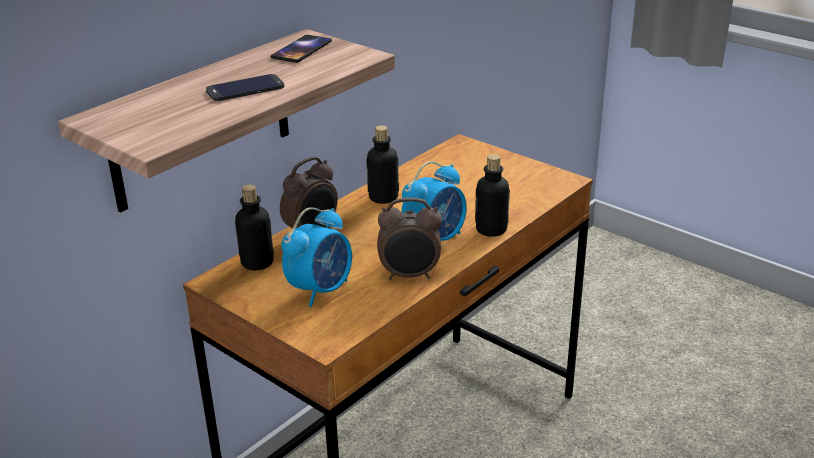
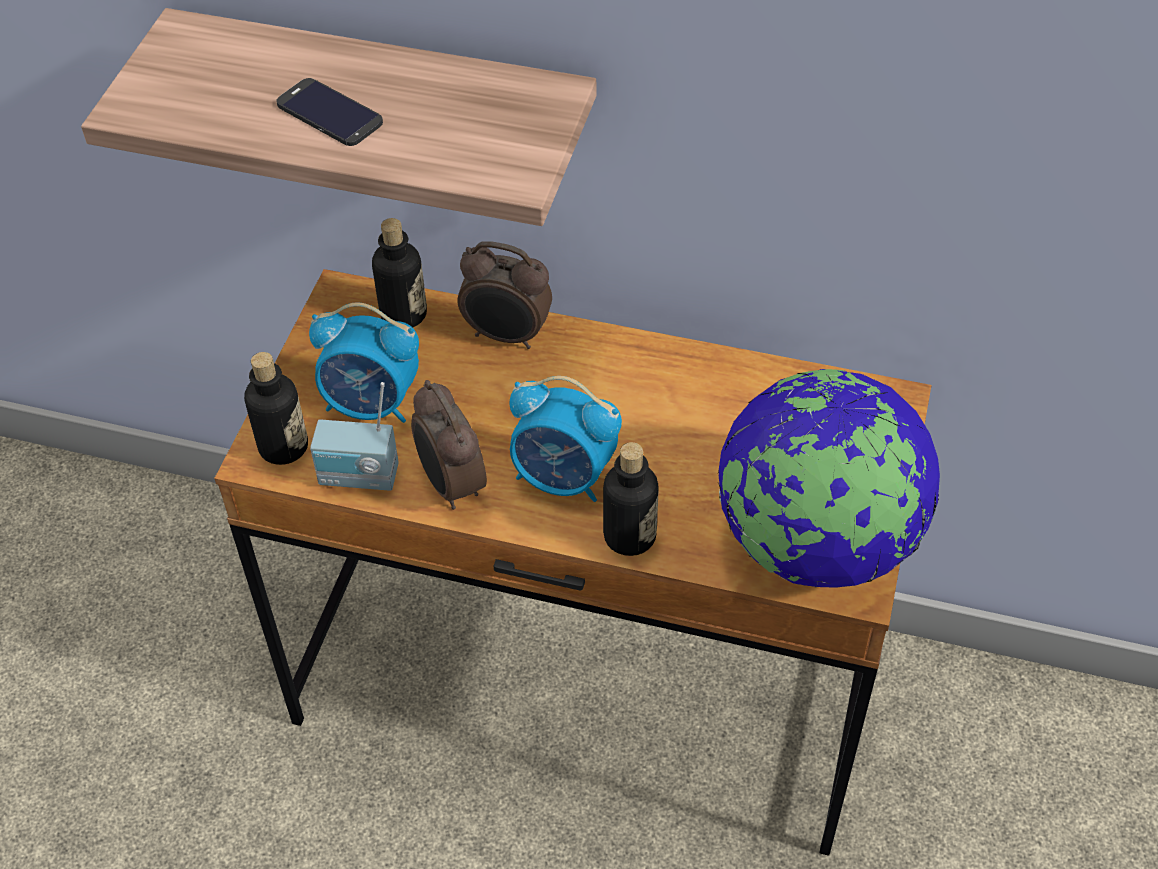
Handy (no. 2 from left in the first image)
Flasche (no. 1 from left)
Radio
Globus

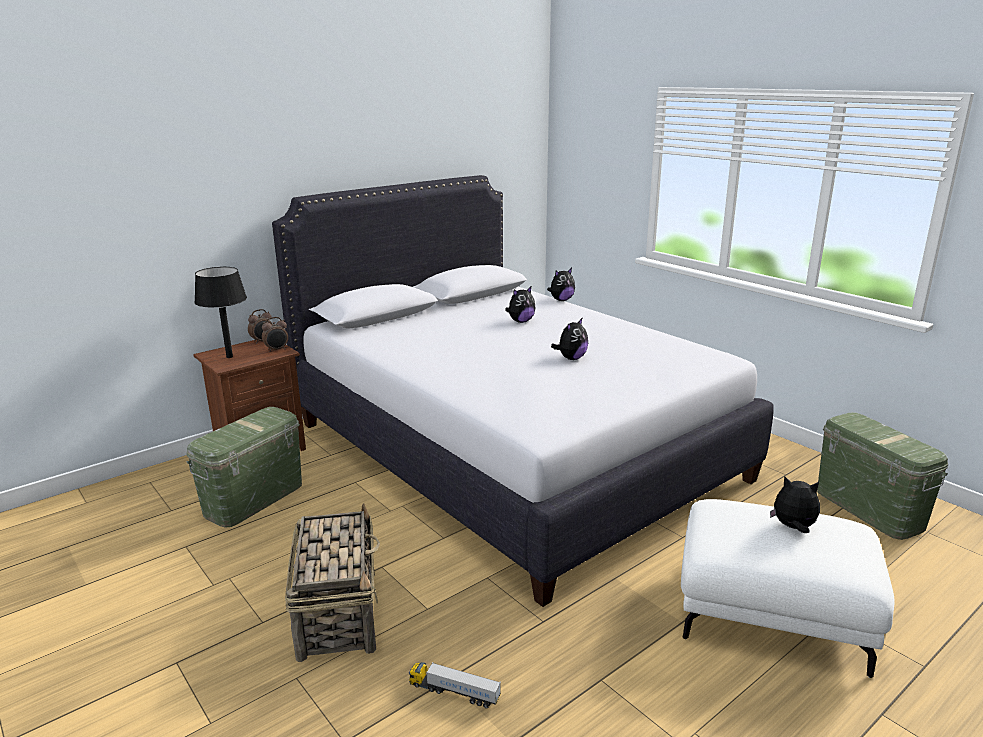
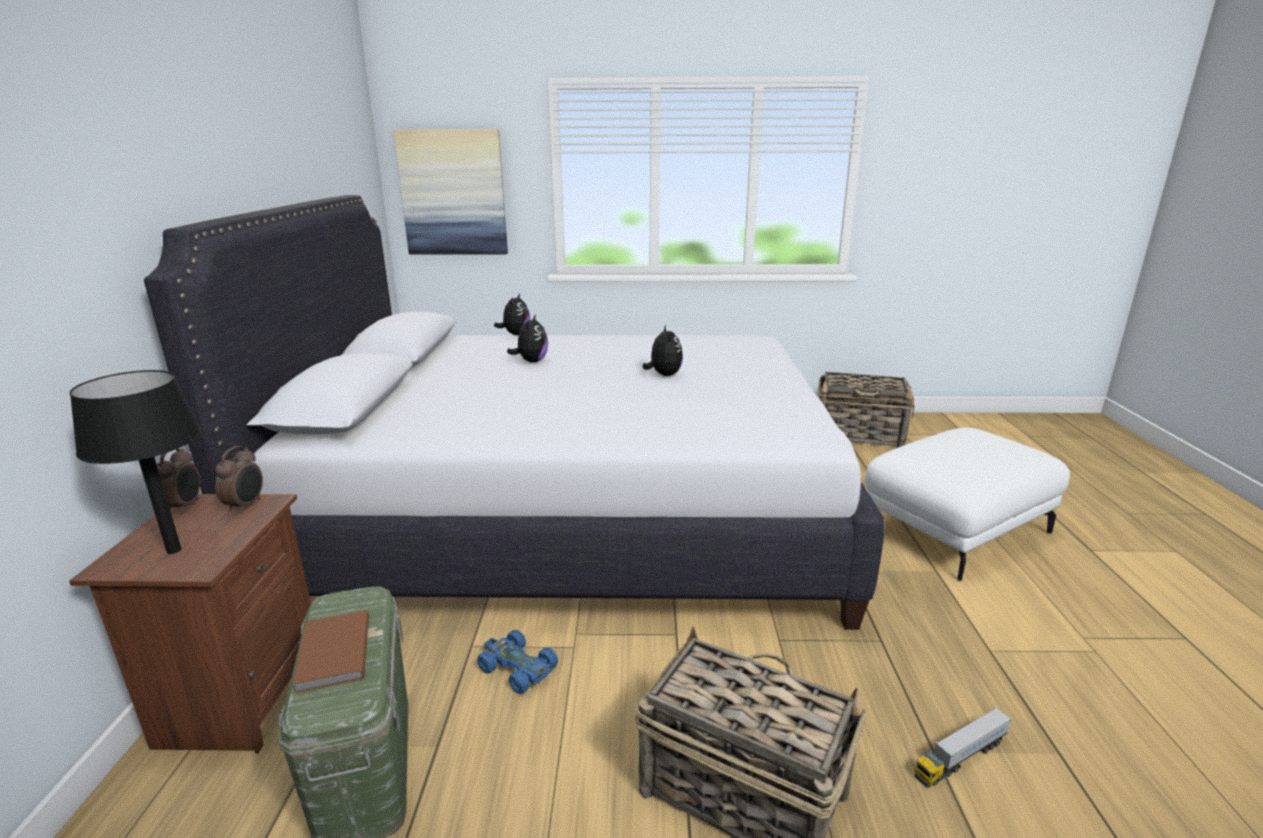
Plüschtier (no. 4 from left in the first image)
Korb (no. 2 from left)
Buch [braun]
Bild
Spielzeugauto [blau]

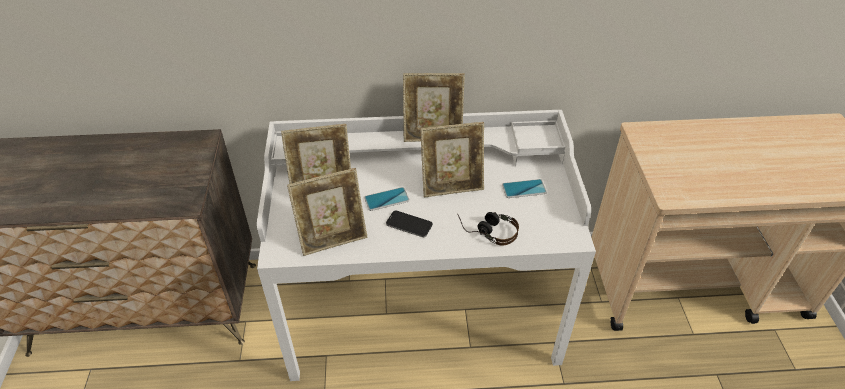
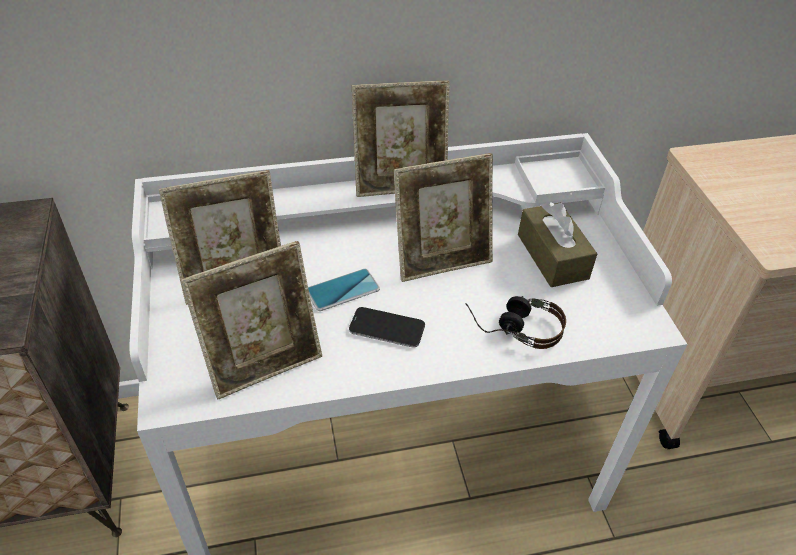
Taschentuchbox [braun]

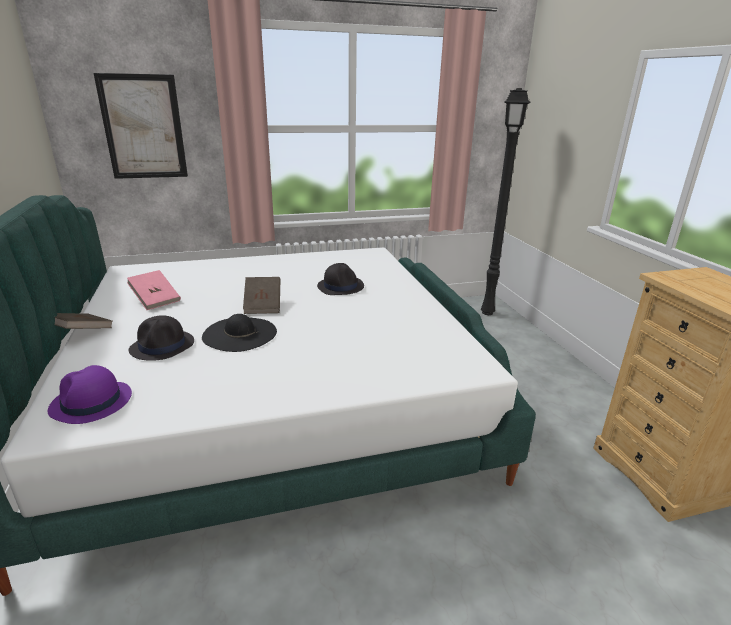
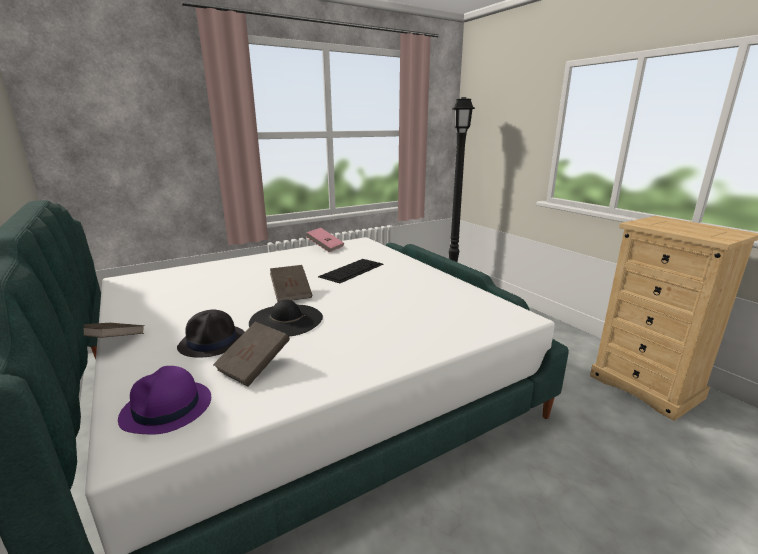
Bild
Buch [rosa]
Tastatur
Buch [braun] (no. 2 from left)

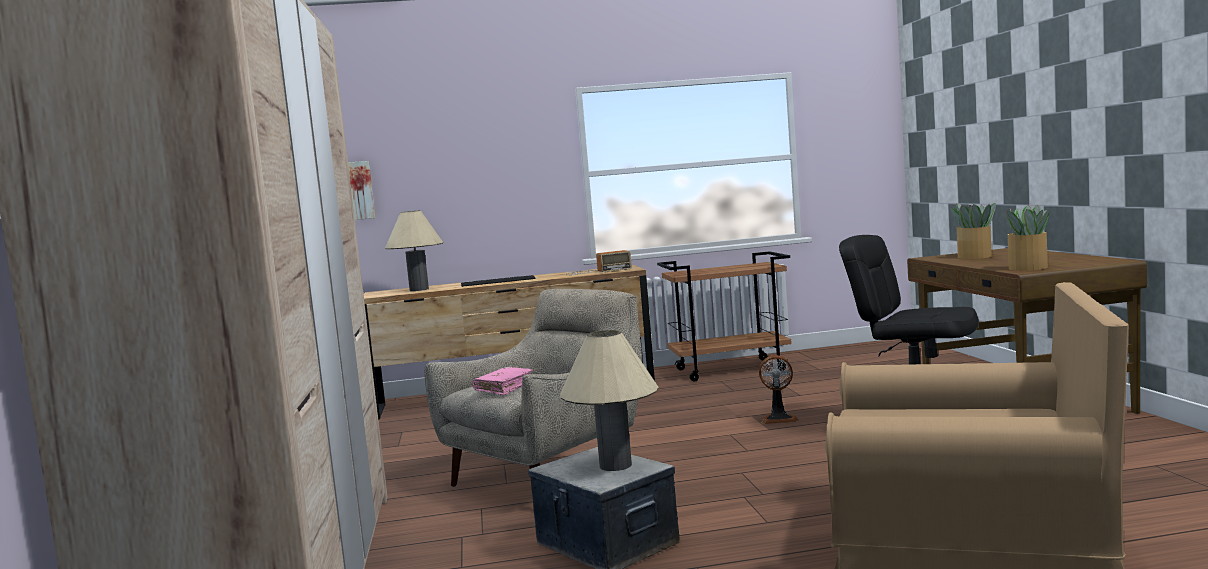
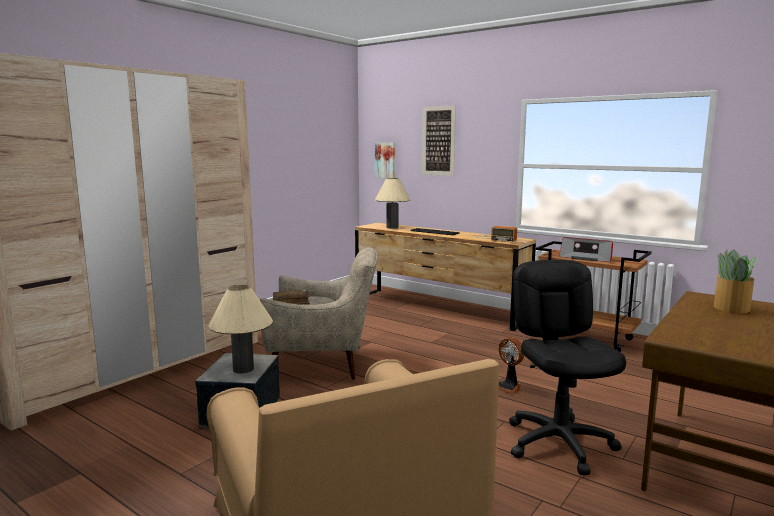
Buch [braun]
Topfpflanze (no. 2 from left in the first image)
Bild (no. 2 from left)
Radio (no. 2 from left)

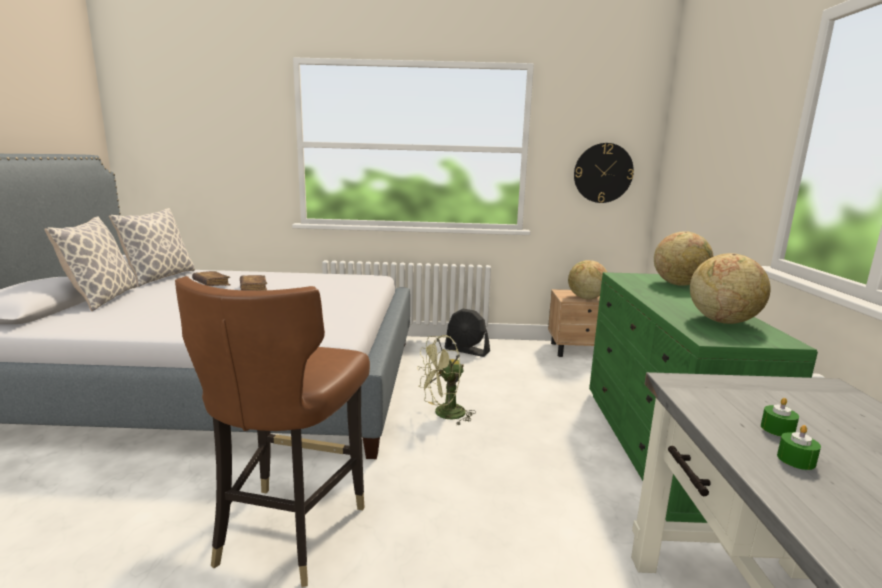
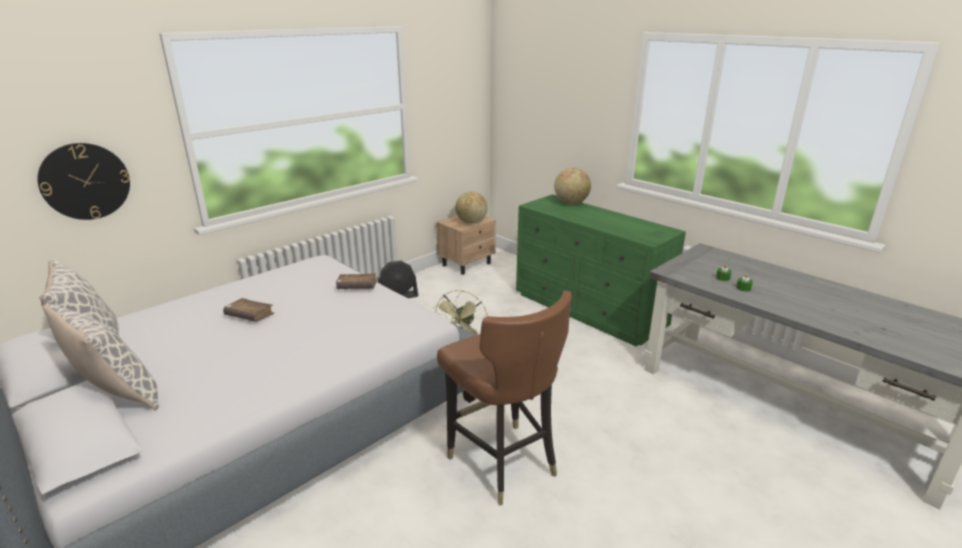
Buch [braun] (no. 2 from left)
Wanduhr
Globus (no. 3 from left in the first image)

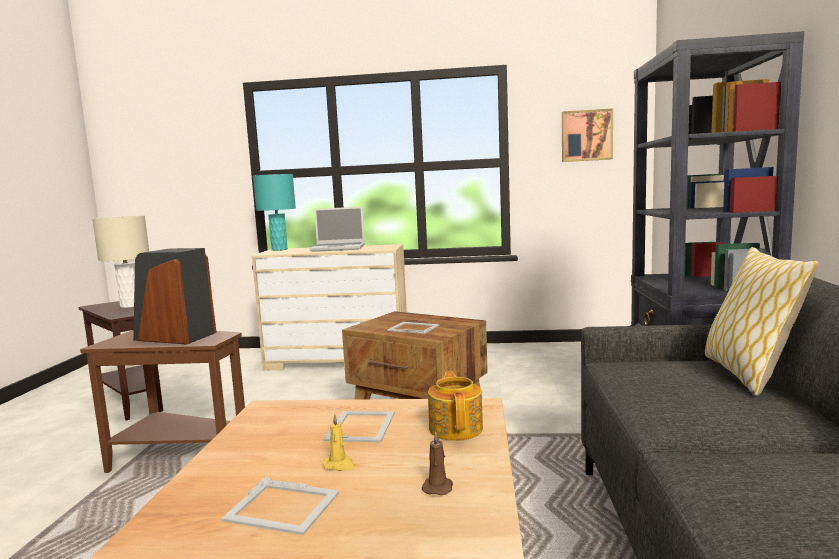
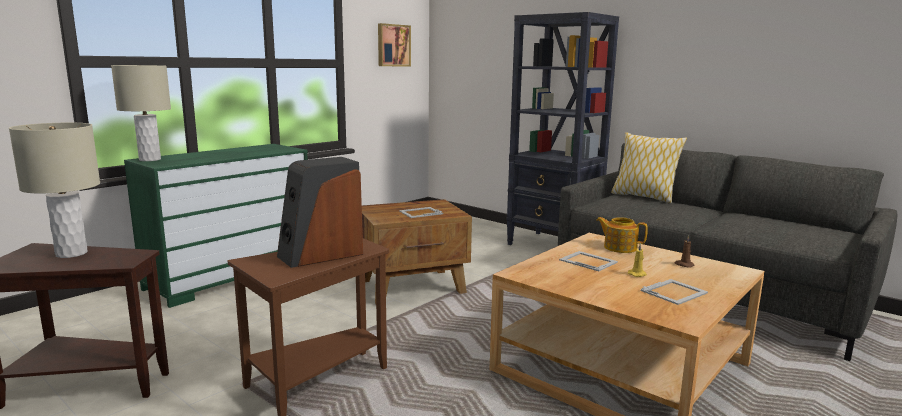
Kommode [grün]
Tischlampe [beige] (no. 2 from left)
Laptop

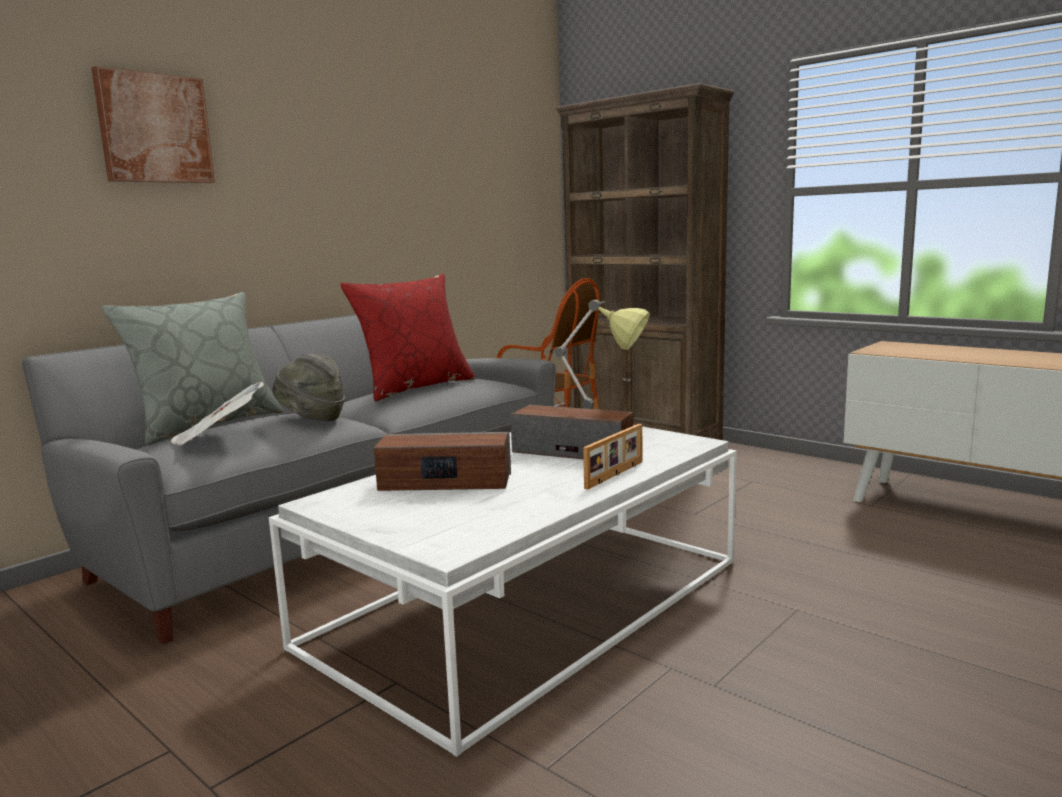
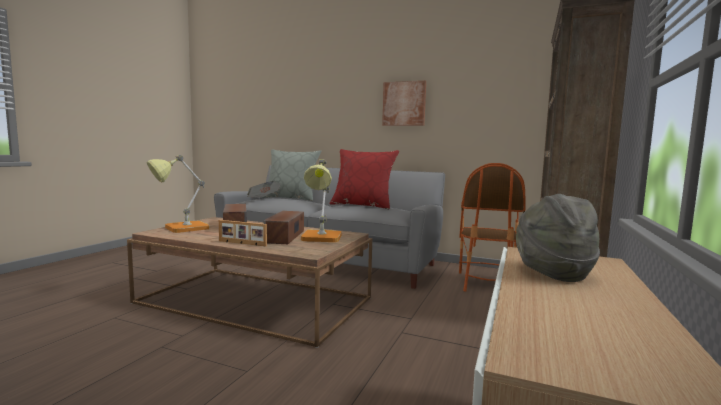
Bild
Couchtisch [braun]
Hut [grau]
Tischlampe (no. 1 from left)

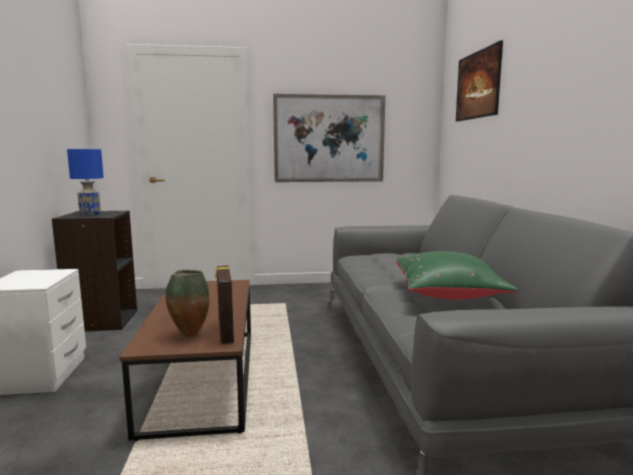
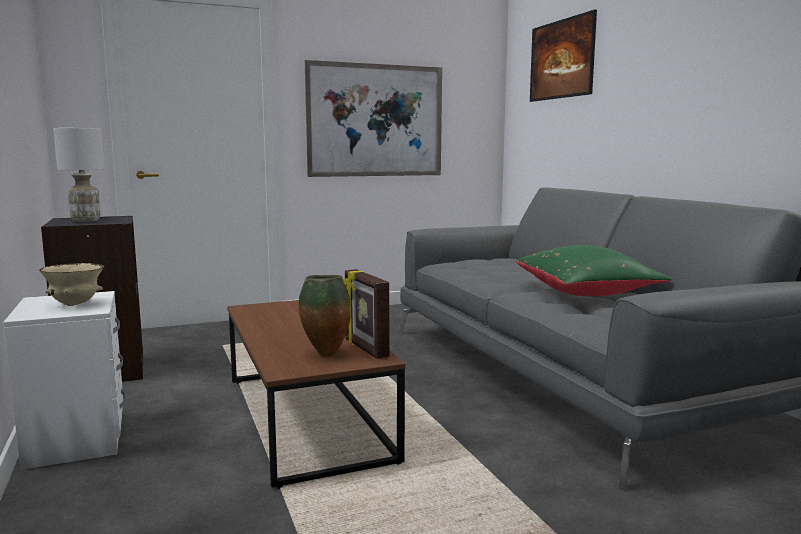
Tischlampe [weiß]
Schüssel [beige]

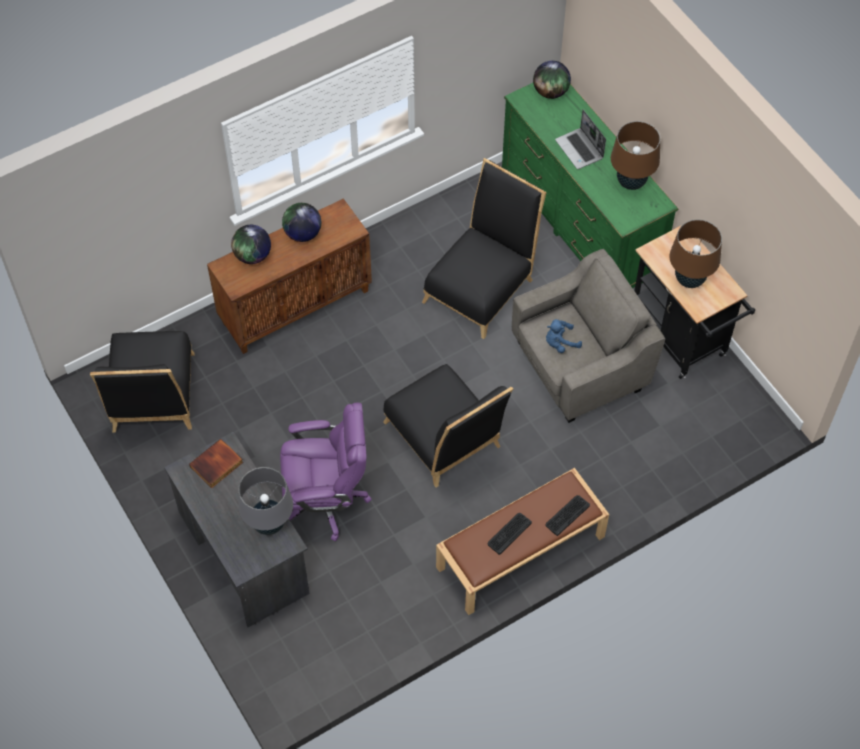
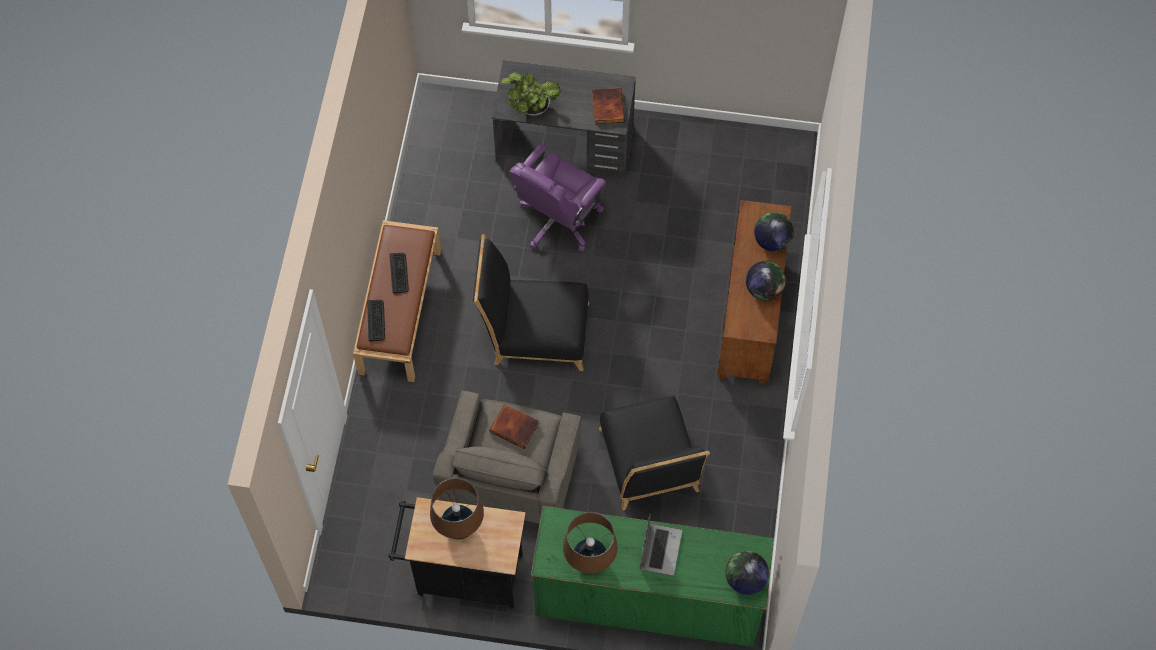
Stuhl [schwarz] (no. 1 from left in the first image)
Topfpflanze
Buch (no. 1 from left)
Laptop

